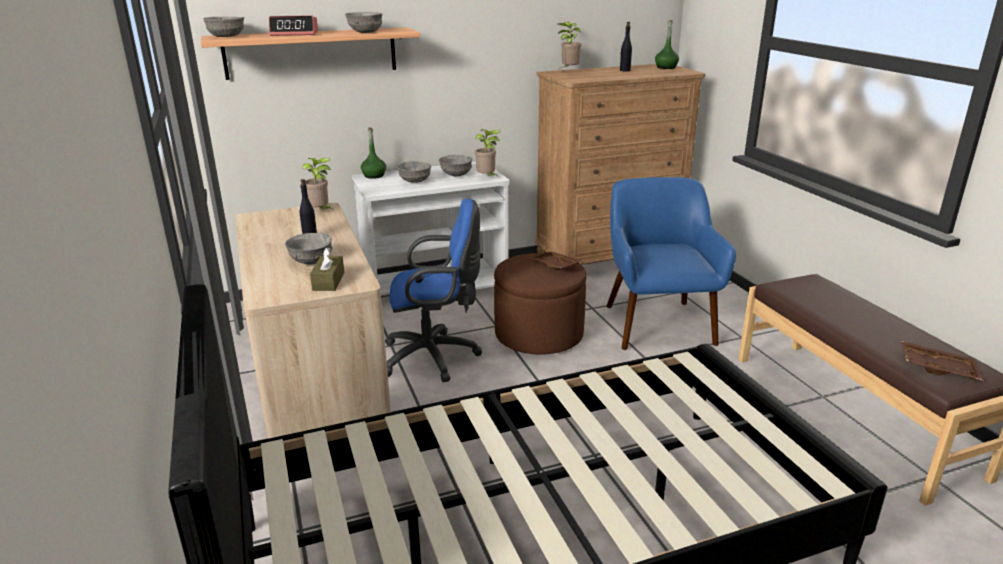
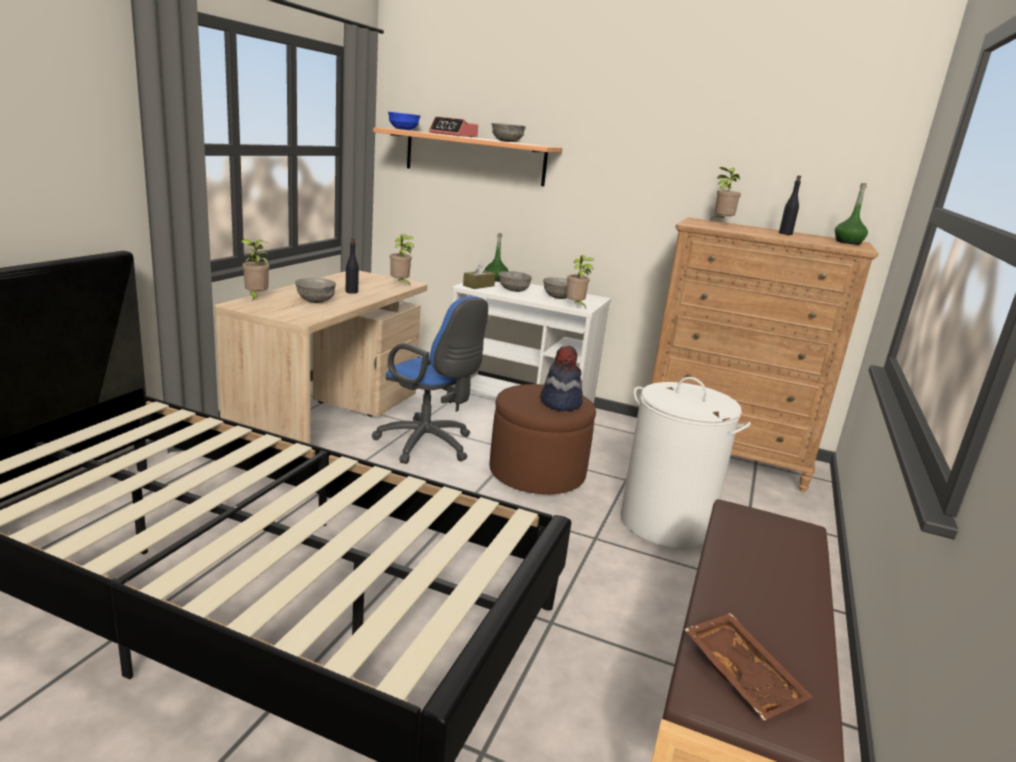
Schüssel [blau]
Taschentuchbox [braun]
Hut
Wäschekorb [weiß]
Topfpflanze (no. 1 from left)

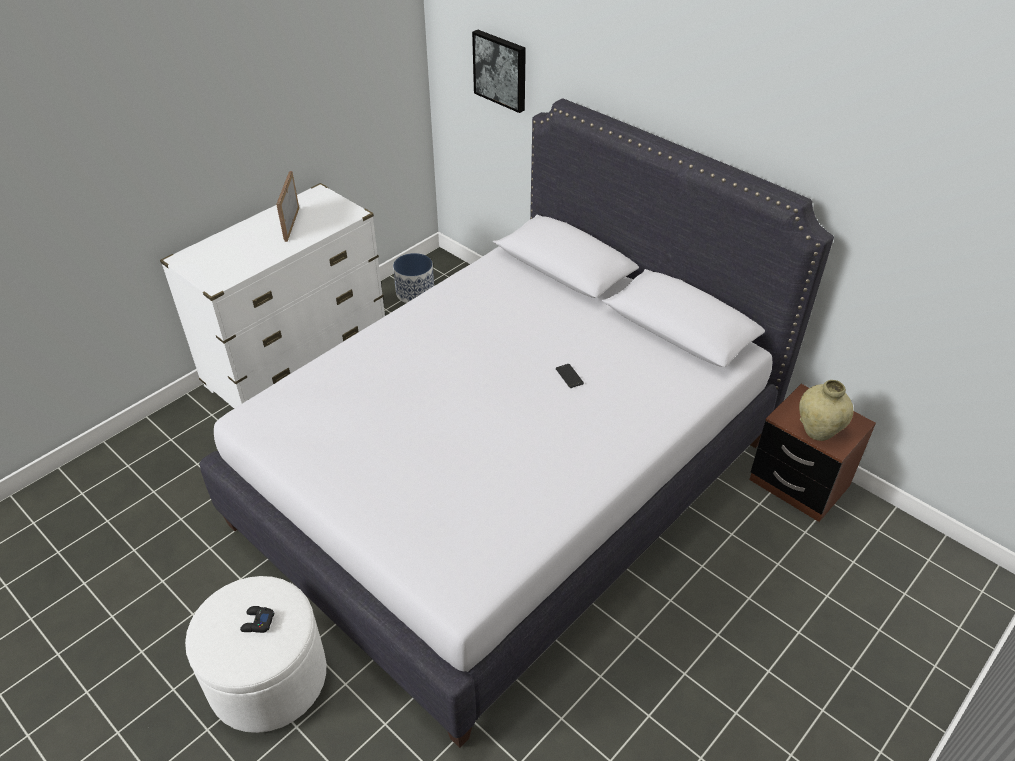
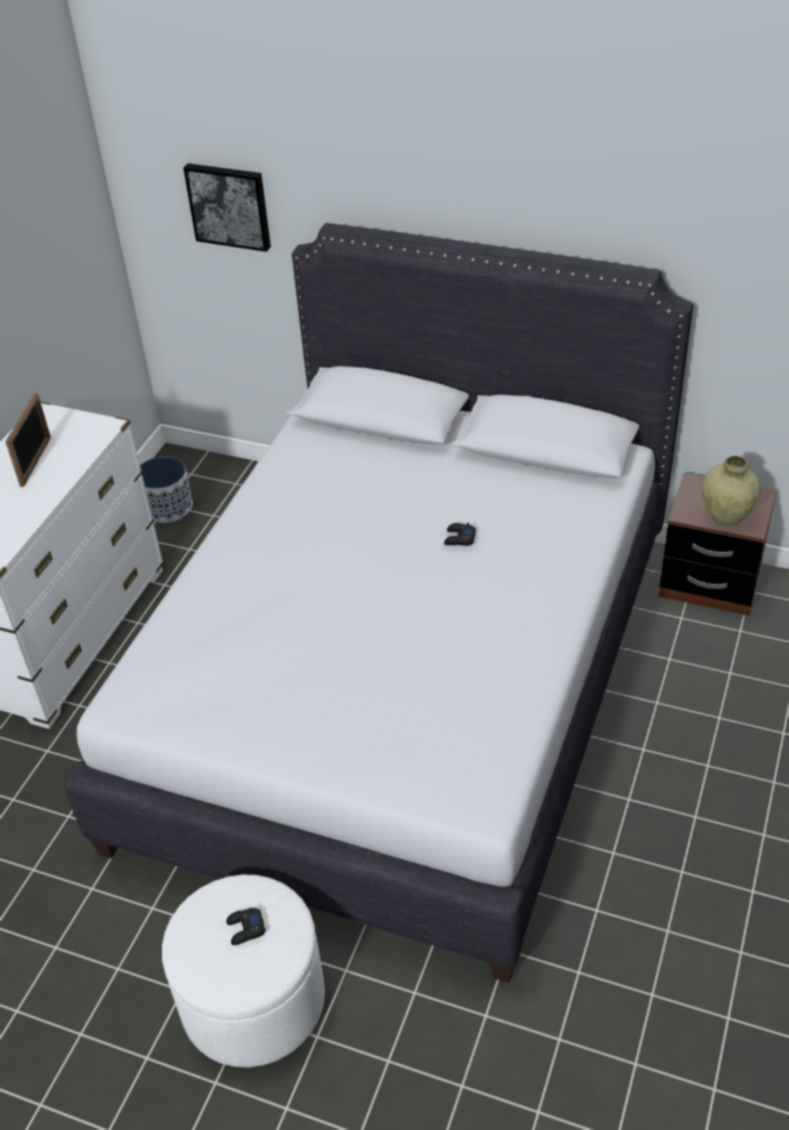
Bilderrahmen
Gamepad [schwarz] (no. 2 from left)

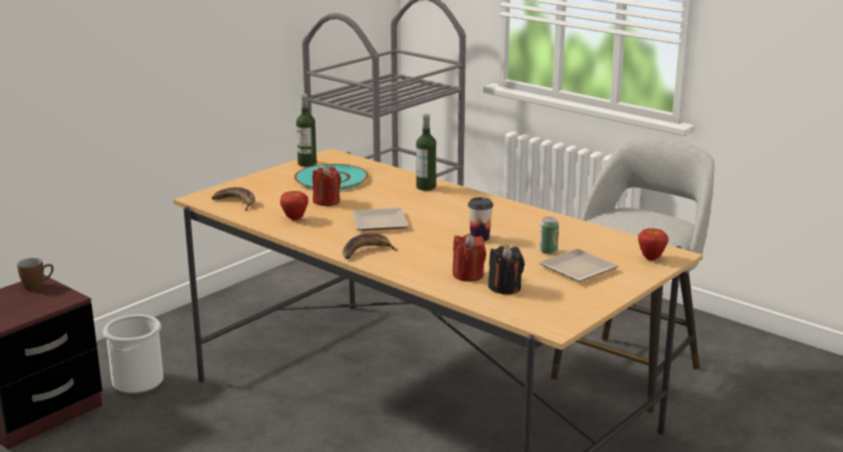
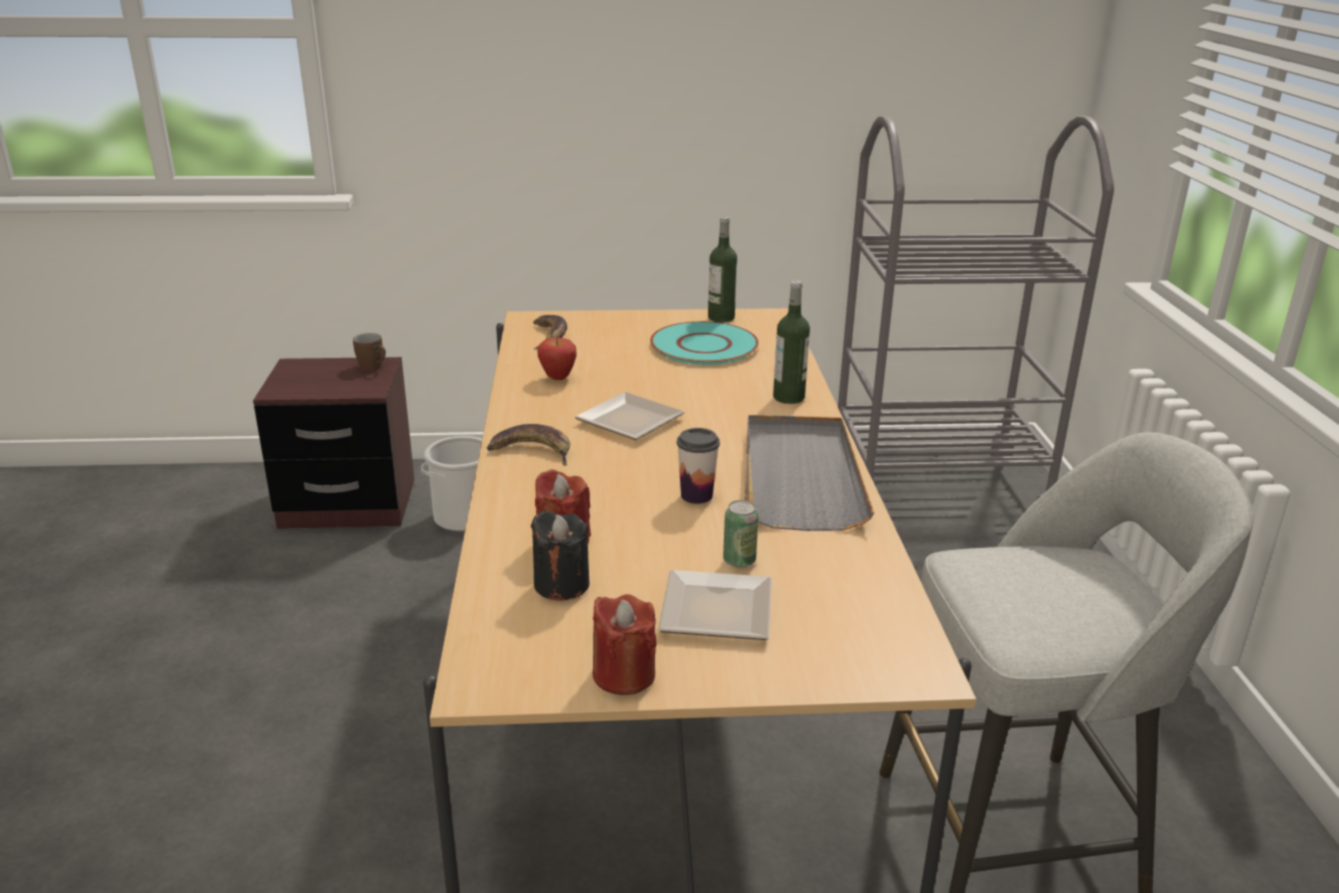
Kerze [rot] (no. 2 from left)
Apfel (no. 2 from left in the first image)
Tablett [grau]

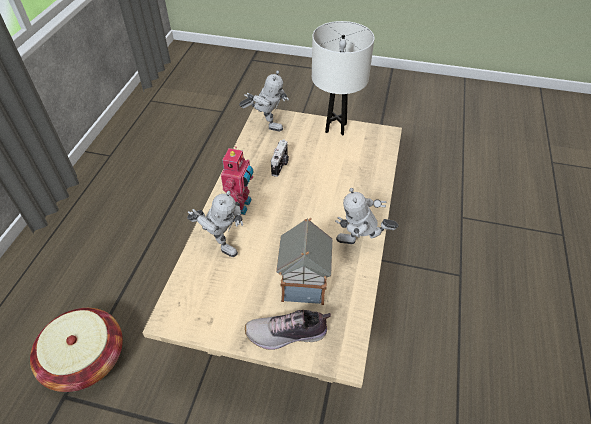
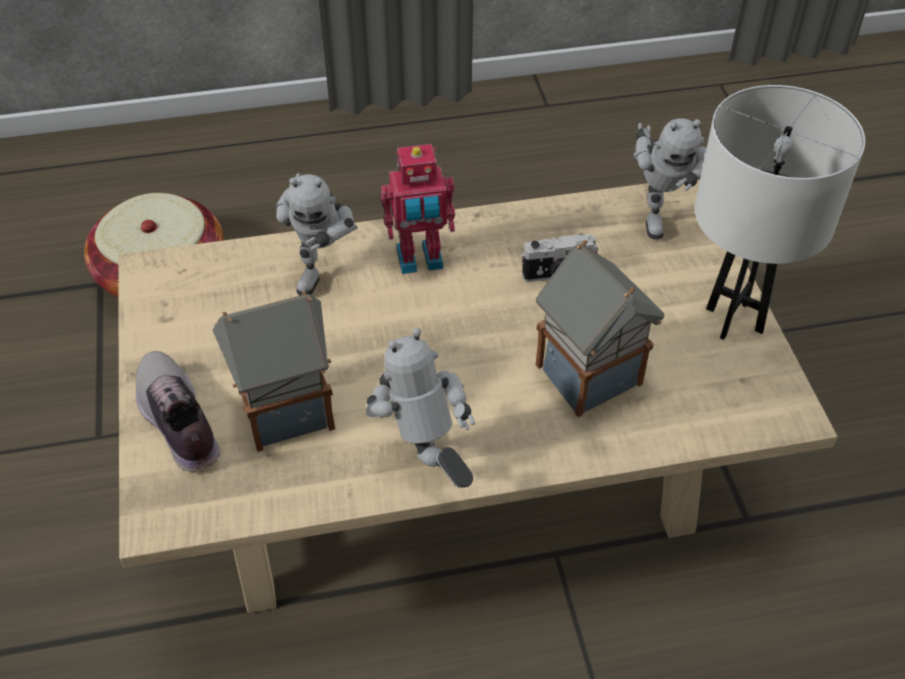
Spielzeughaus (no. 2 from left)

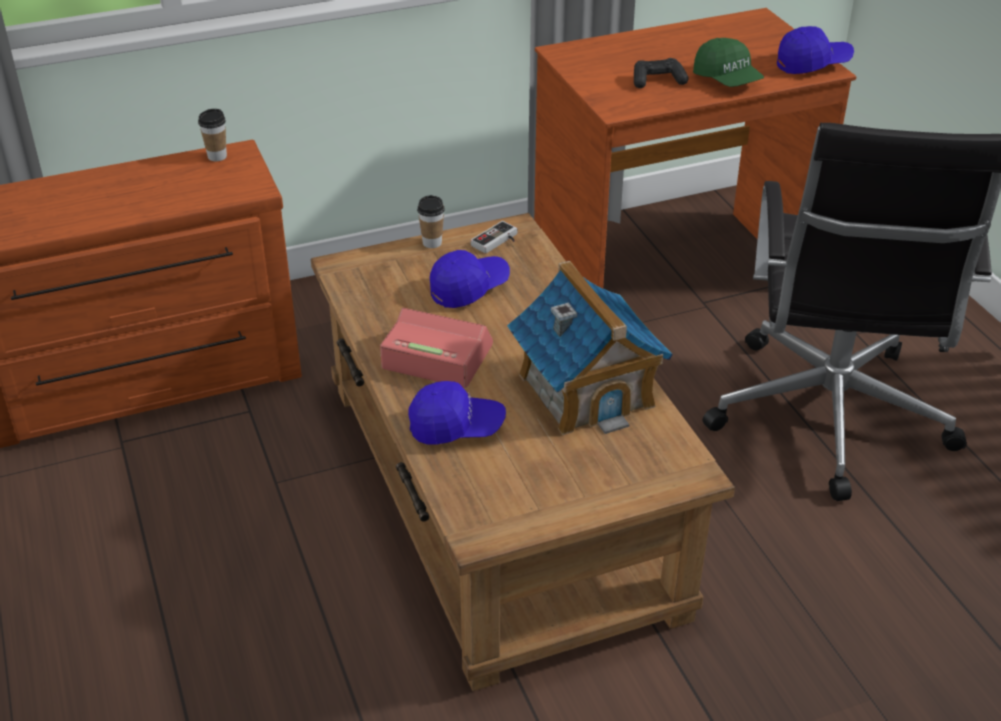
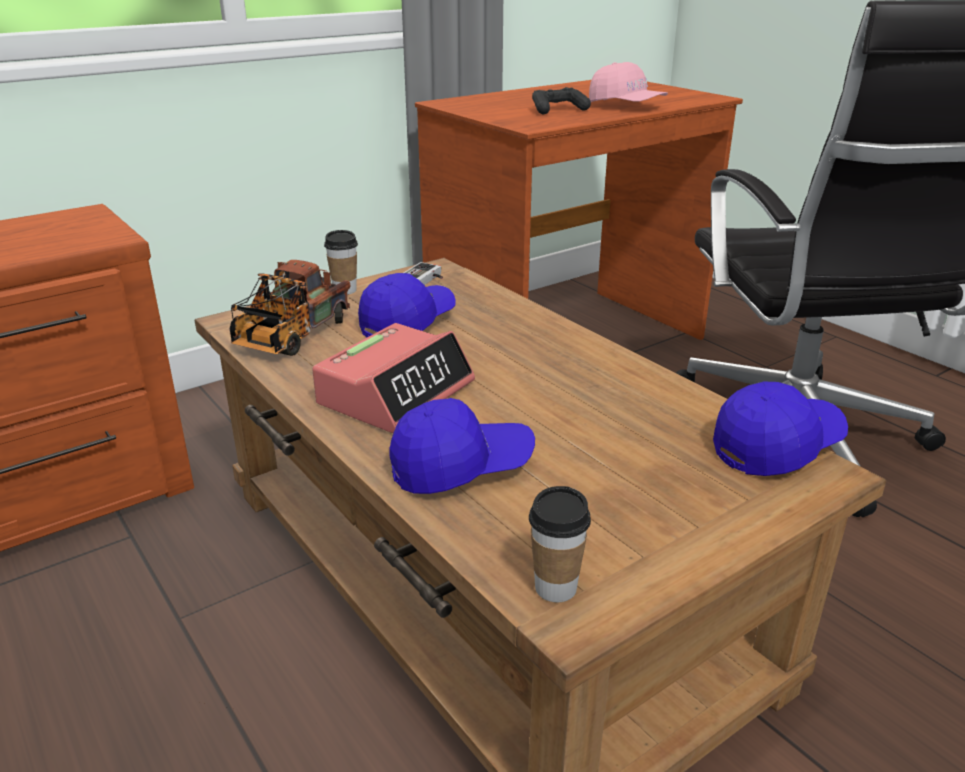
Tasse (no. 2 from left)
Wecker
Spielzeughaus
Kappe [rosa]
Kappe [blau] (no. 3 from left)
Spielzeuglaster

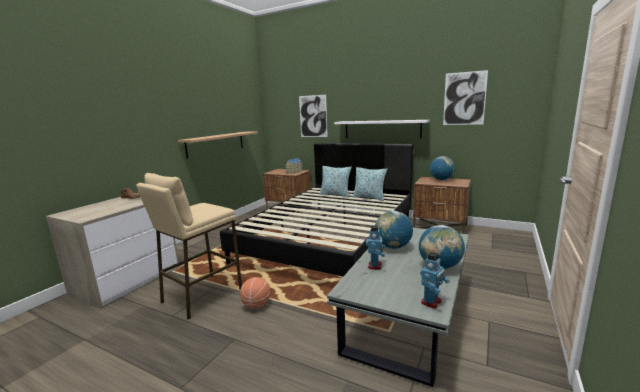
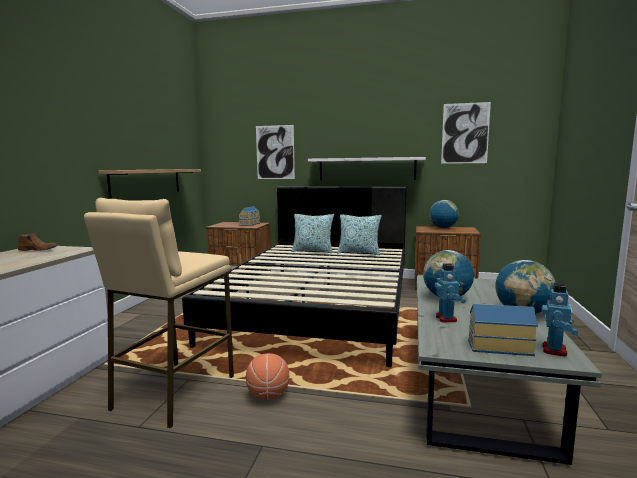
Spielzeughaus (no. 2 from left)

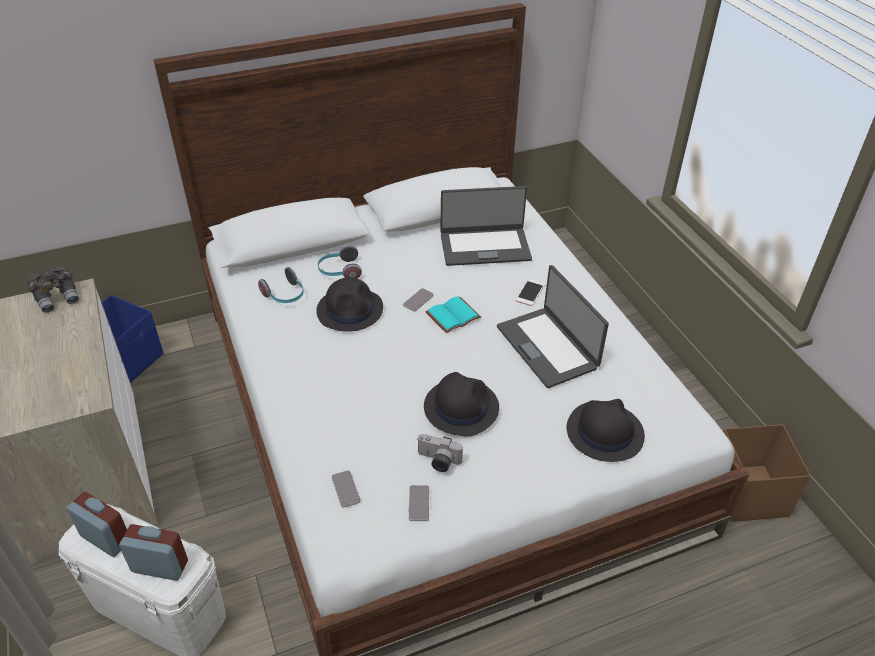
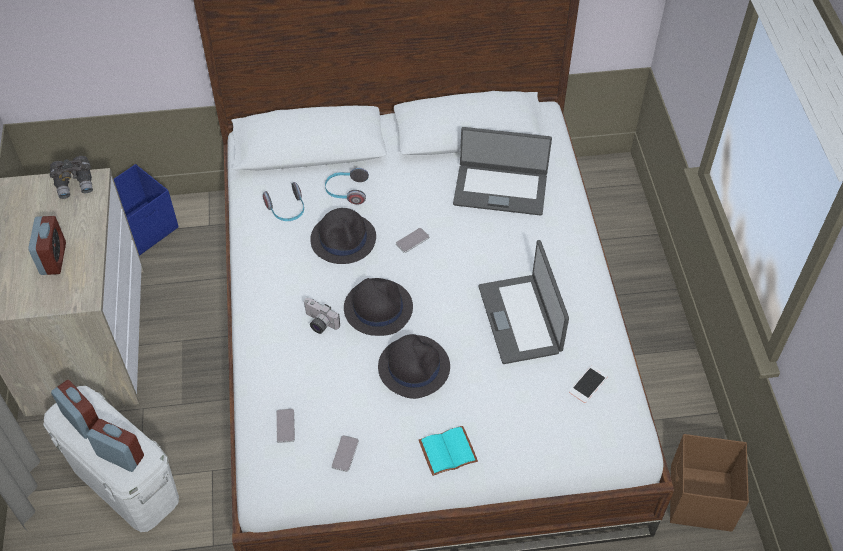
Kamera
Buch [türkis]
Handy (no. 4 from left)
Hut [schwarz] (no. 2 from left)
Wecker (no. 1 from left)

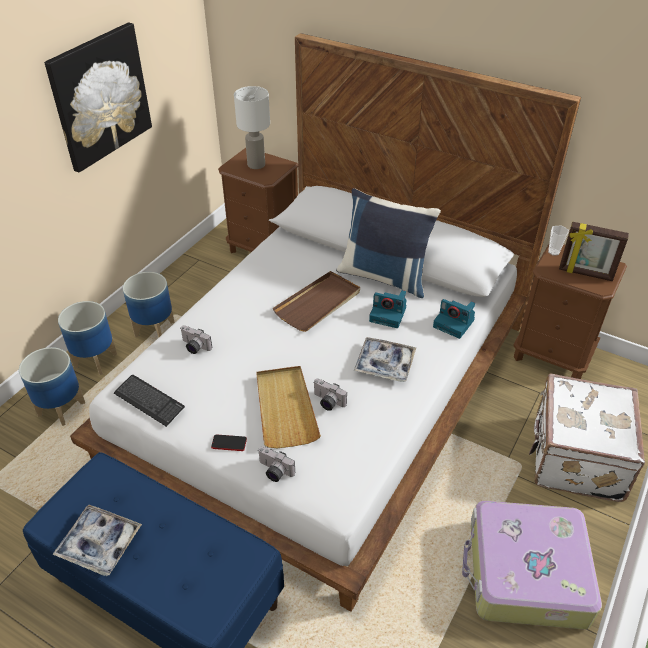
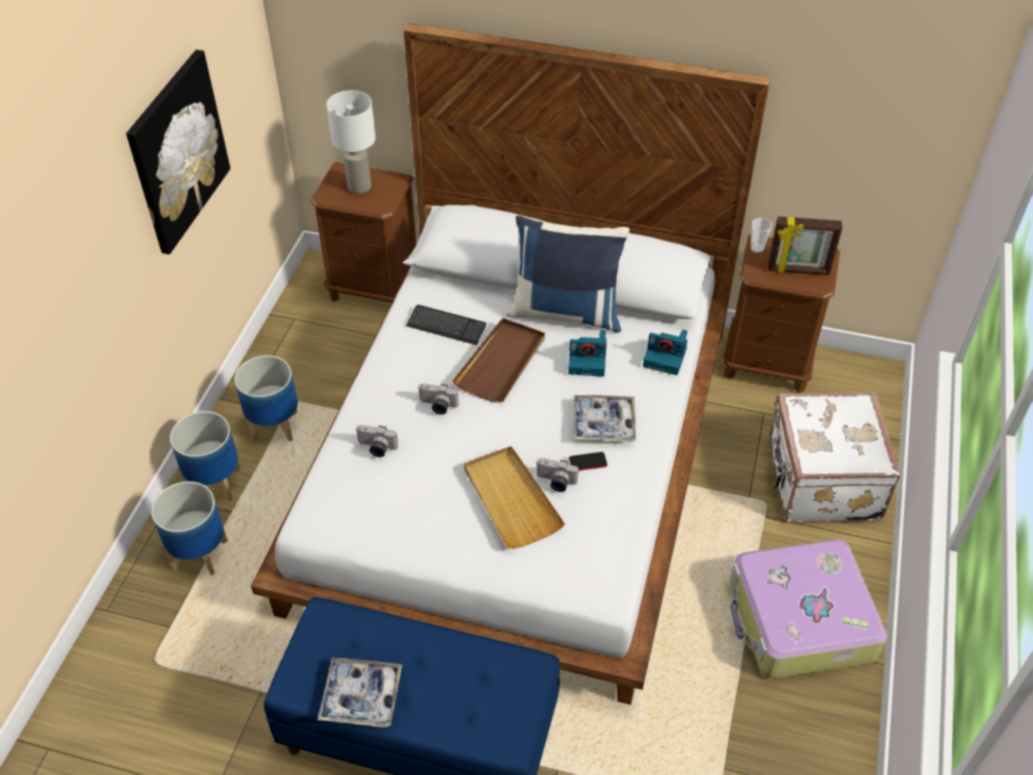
Tastatur
Handy
Kamera (no. 2 from left)

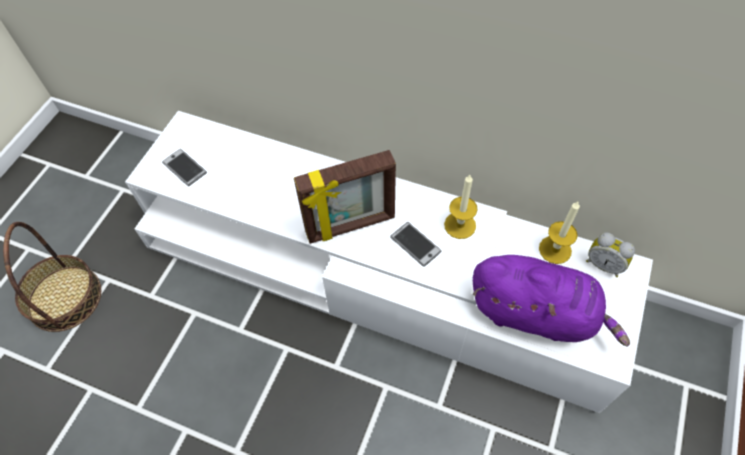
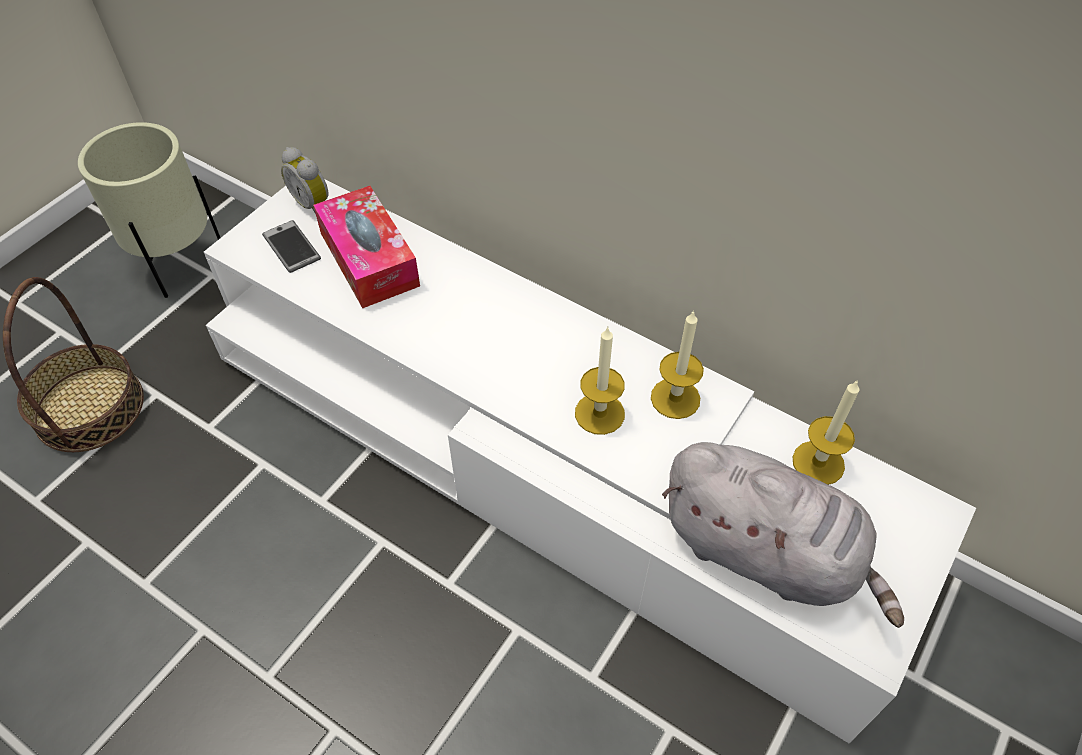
Bilderrahmen
Kerze (no. 1 from left)
Plüschtier [grau]
Wecker
Pflanzkübel [beige]
Taschentuchbox

